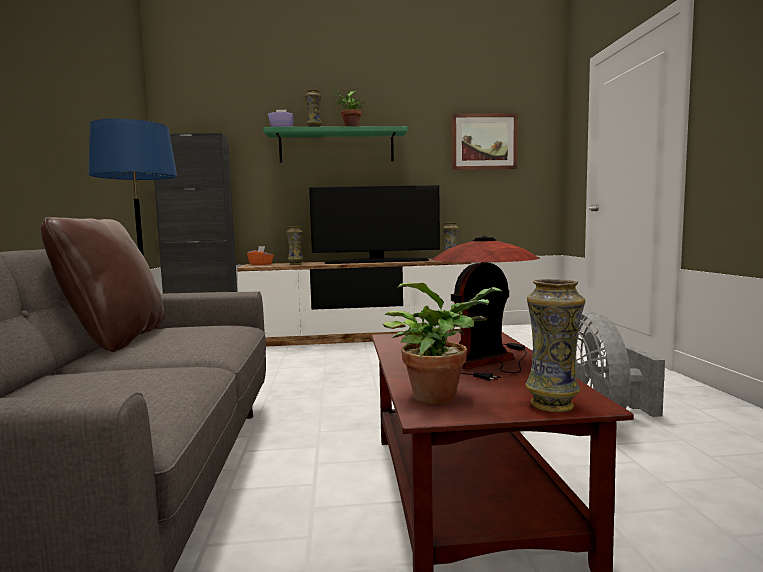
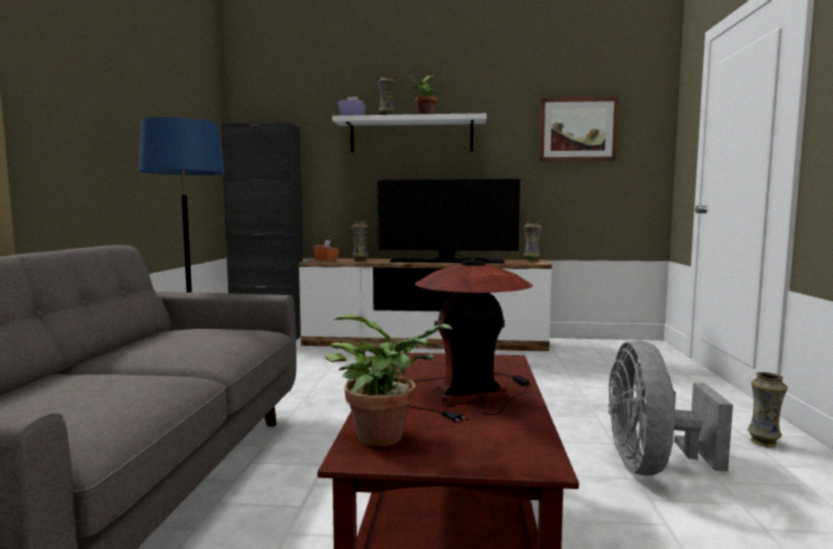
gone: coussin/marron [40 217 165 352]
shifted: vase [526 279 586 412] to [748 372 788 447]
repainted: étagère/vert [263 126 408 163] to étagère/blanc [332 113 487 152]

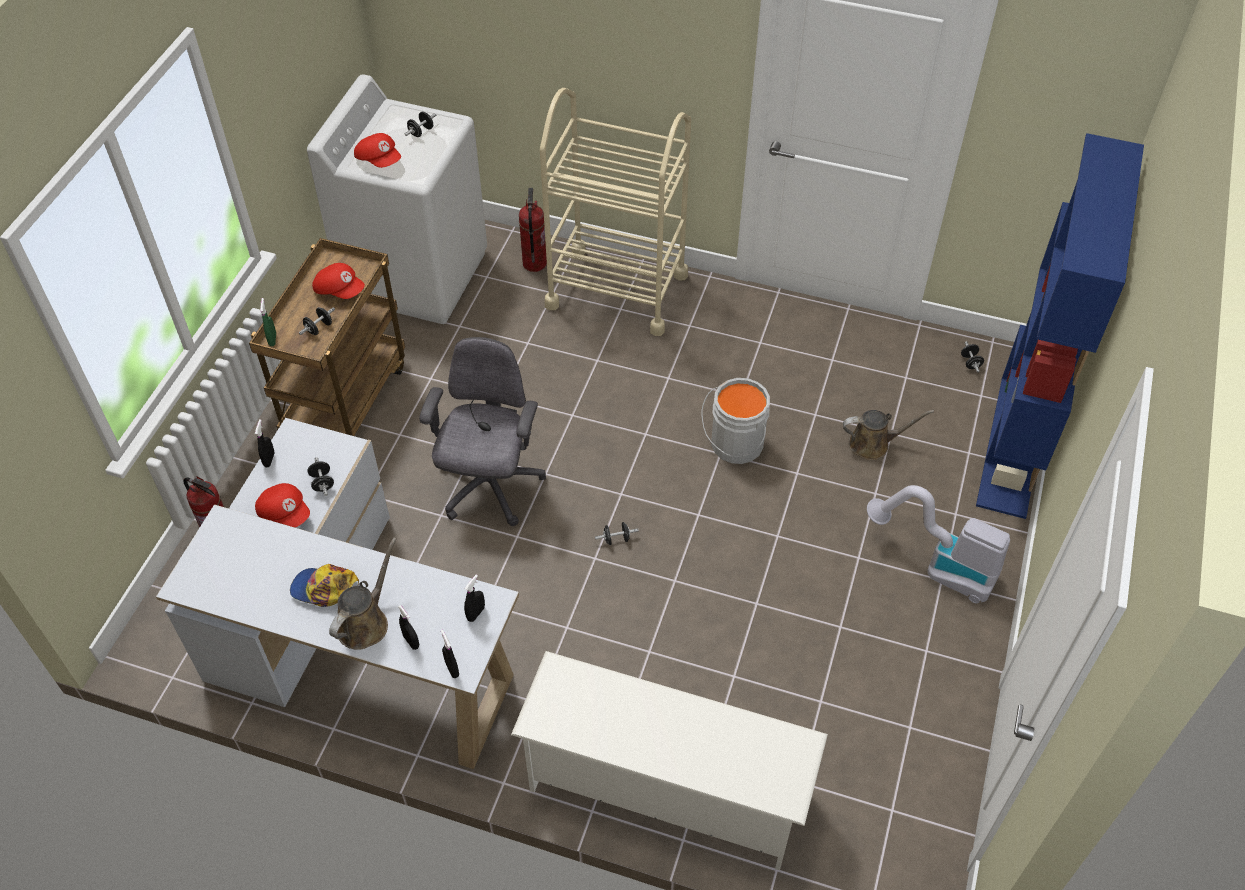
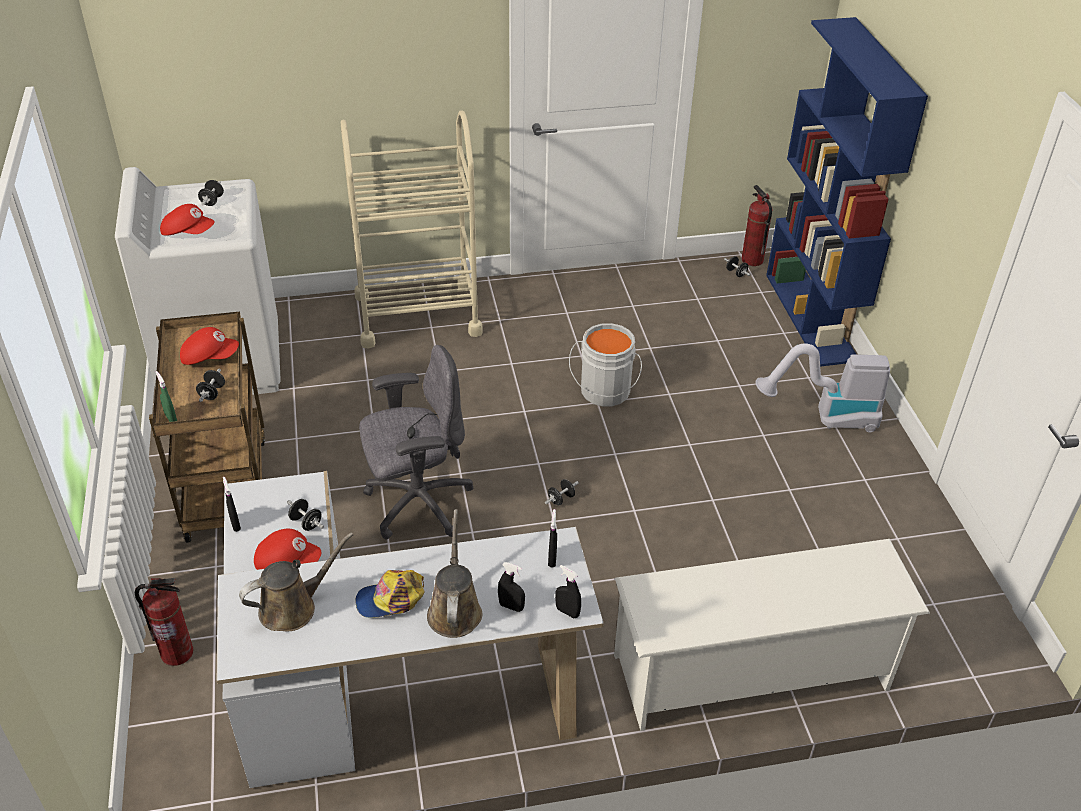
shifted: extincteur [519 188 547 272] to [741 185 773 266]; arrosoir/marron [843 410 934 460] to [239 532 353 631]
rotated: chaise de bureau/gris [419 337 546 526] = [359 345 473 540] 90 degrees clockwise

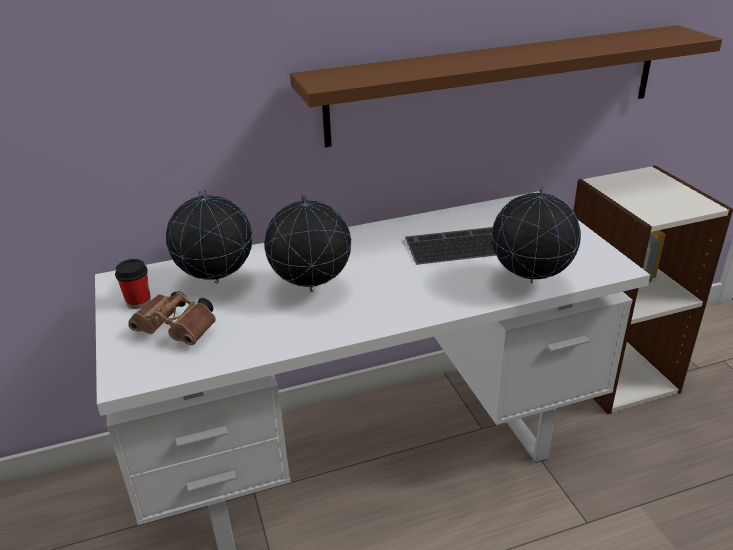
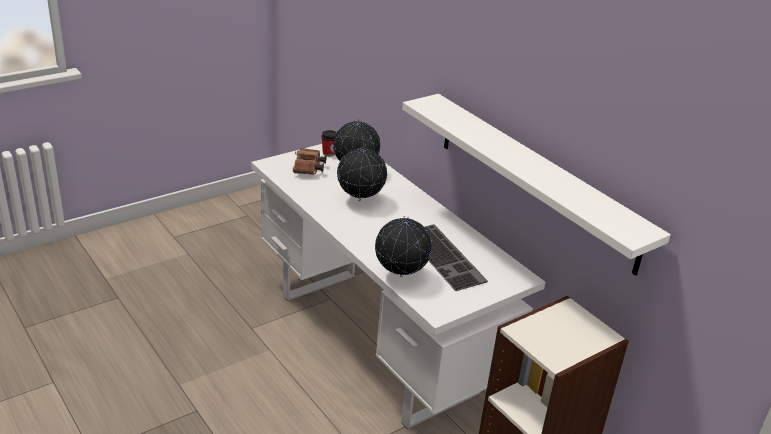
repainted: étagère/marron [290 25 722 147] to étagère/blanc [402 94 671 276]

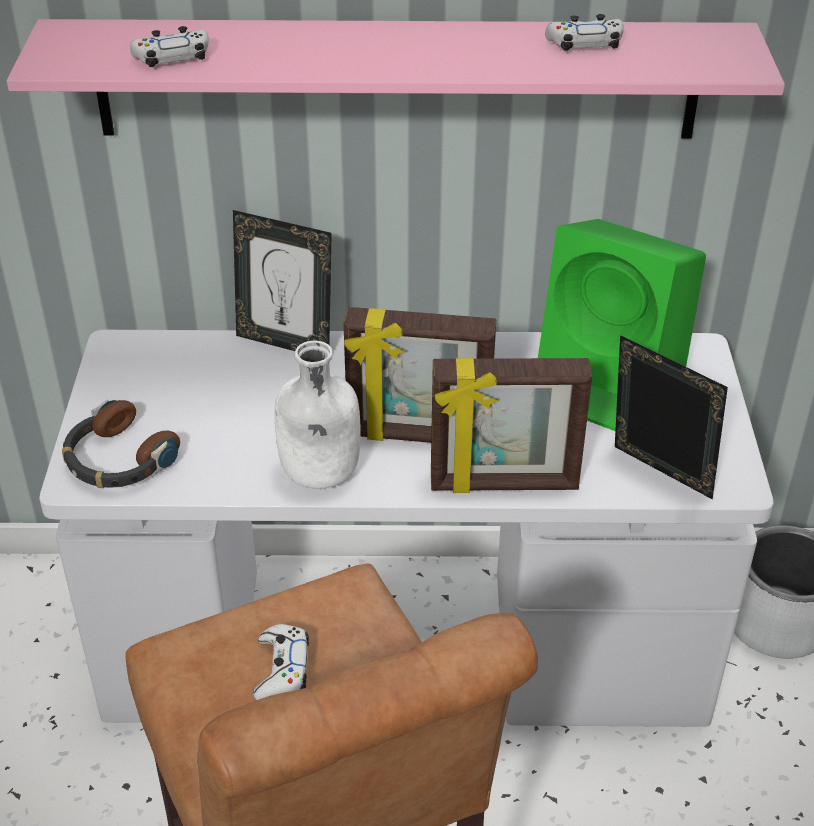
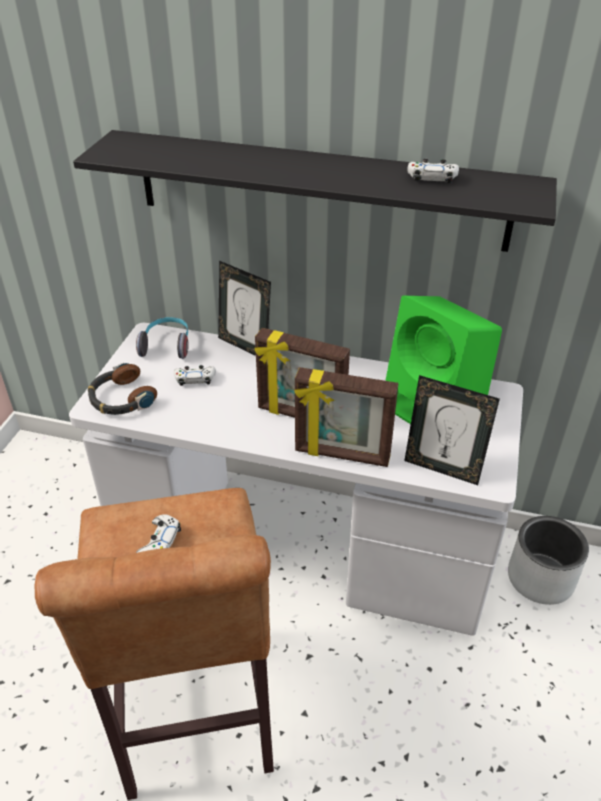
gone: bouteille/blanc [275 341 361 489]
new: casque audio [136 317 189 359]
shifted: manette/blanc [130 26 209 67] to [174 365 216 386]
repainted: étagère/rose [7 19 785 139] to étagère/noir [73 130 557 252]
rotated: cadre photo [615 335 728 499] = [404 375 500 485] 150 degrees clockwise

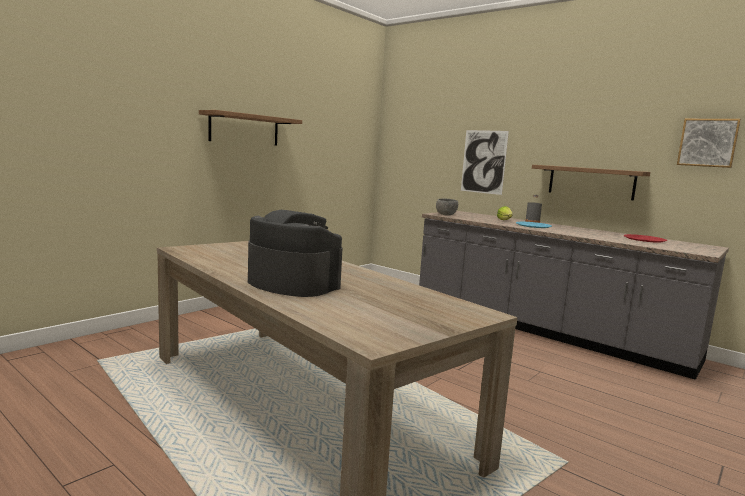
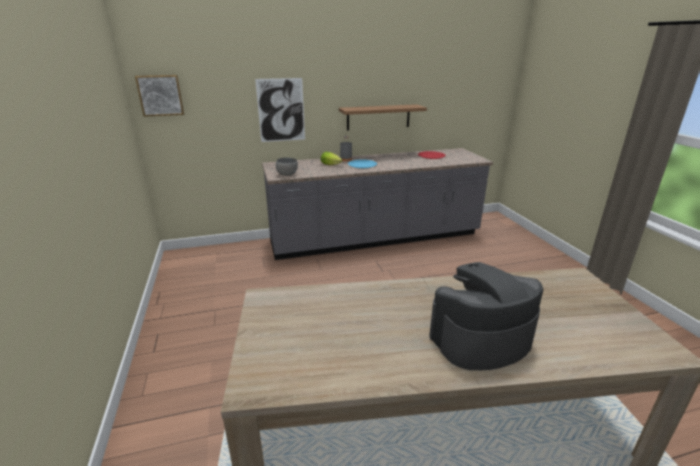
gone: étagère [199 110 302 146]
shifted: tableau [677 119 741 168] to [135 75 184 117]

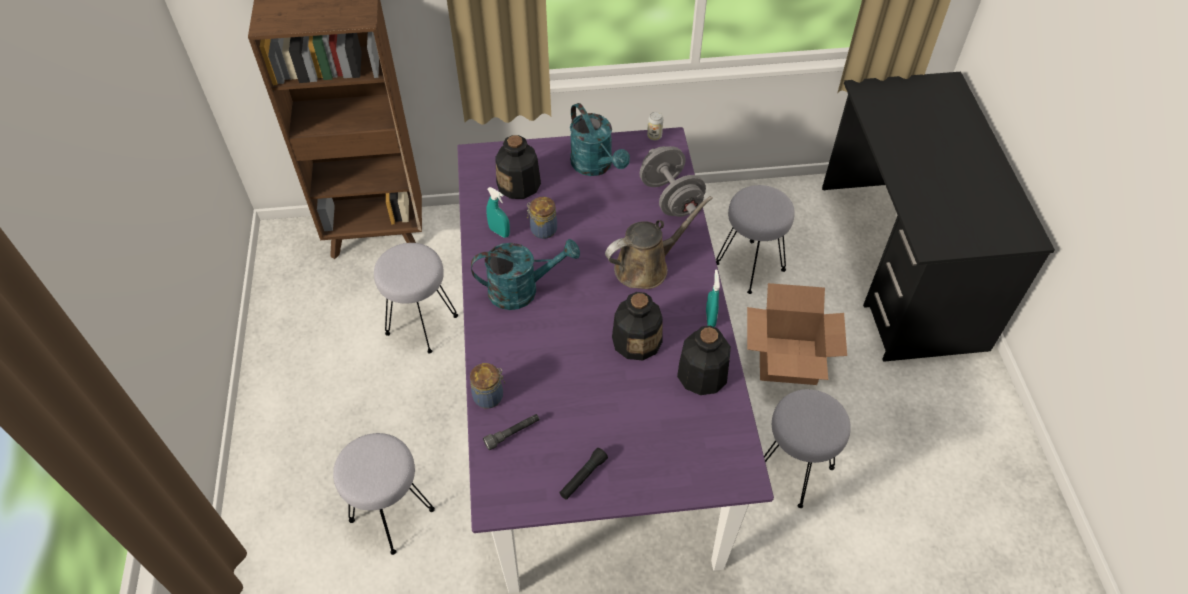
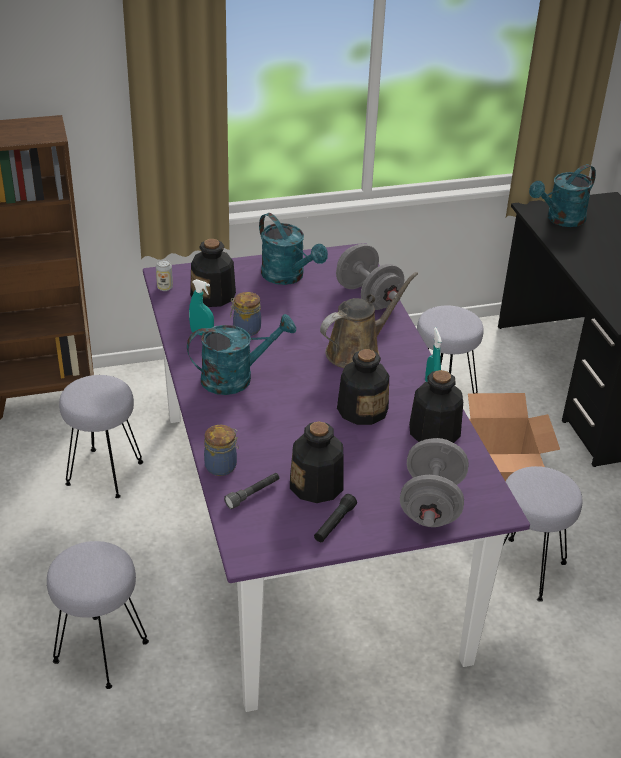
new: arrosoir/turquoise [529 164 596 227]; bouteille [290 421 343 503]; haltère/gris [400 438 469 527]
shifted: boîte métallique [647 112 663 140] to [156 260 173 291]

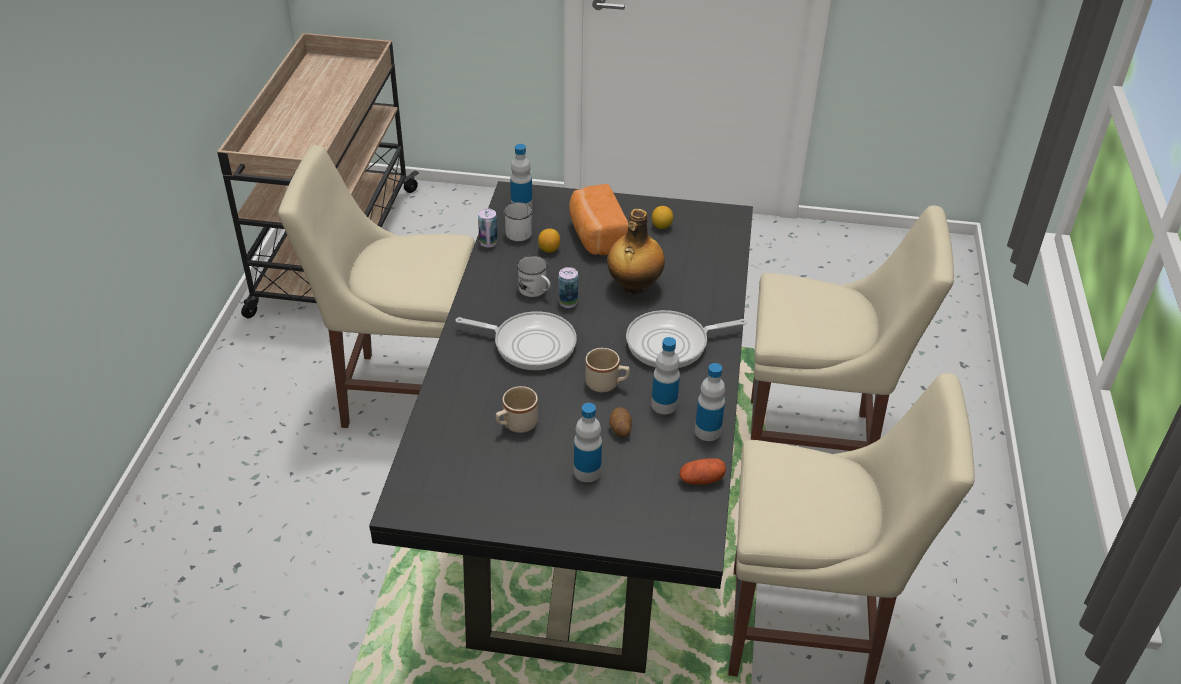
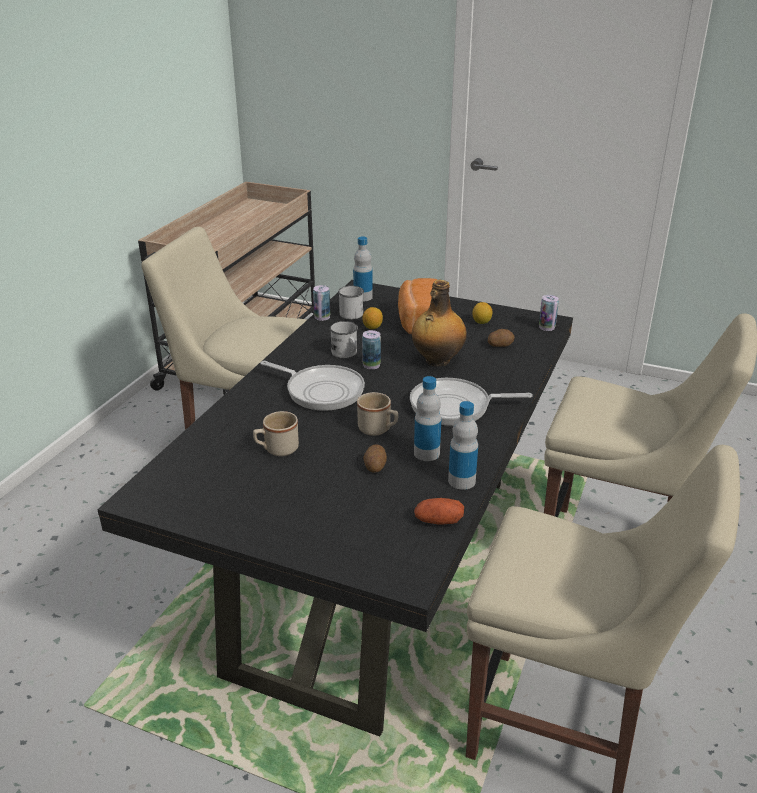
gone: bouteille [574 403 602 482]
new: boîte métallique [539 295 559 331]; pomme de terre [488 329 515 347]

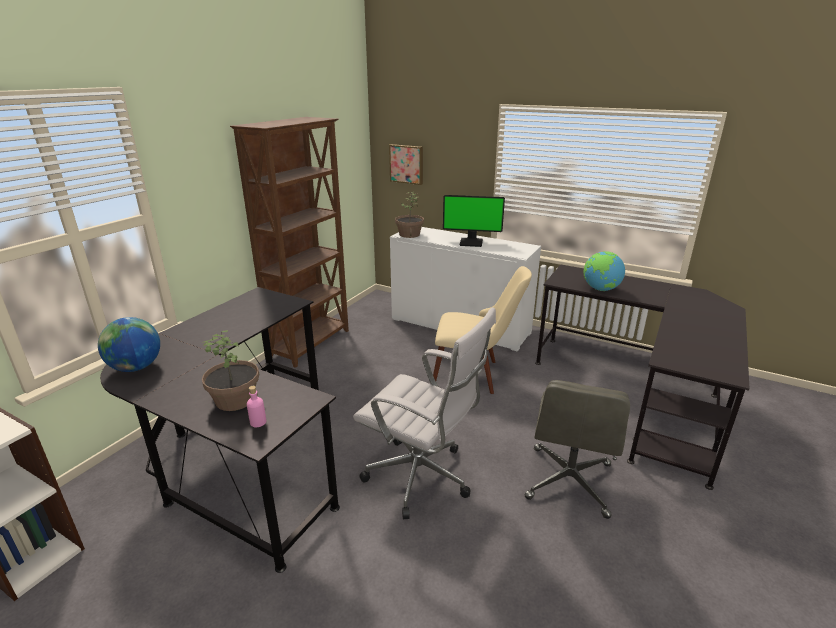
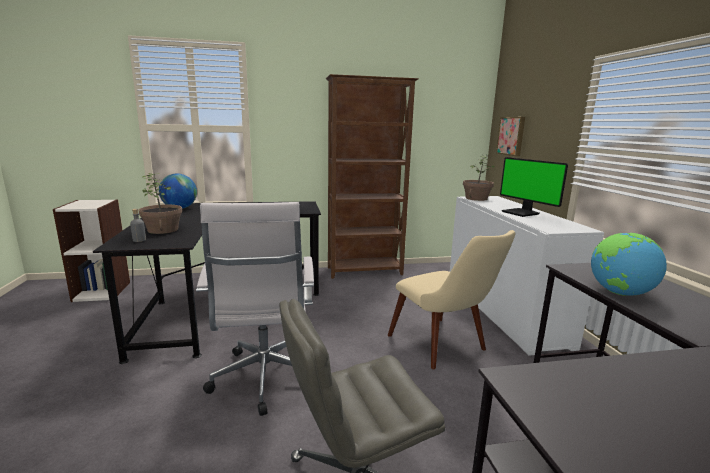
repainted: bouteille/rose [247 386 266 427] to bouteille/gris [130 209 146 242]

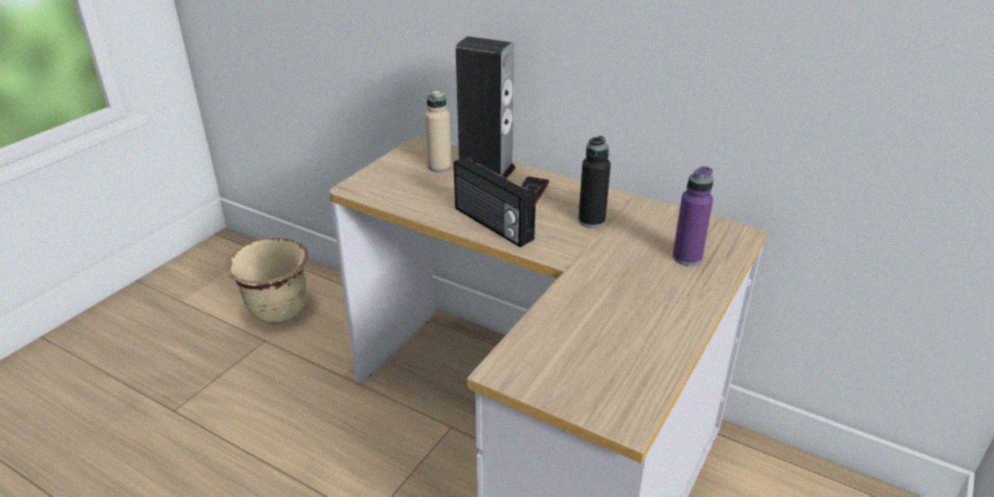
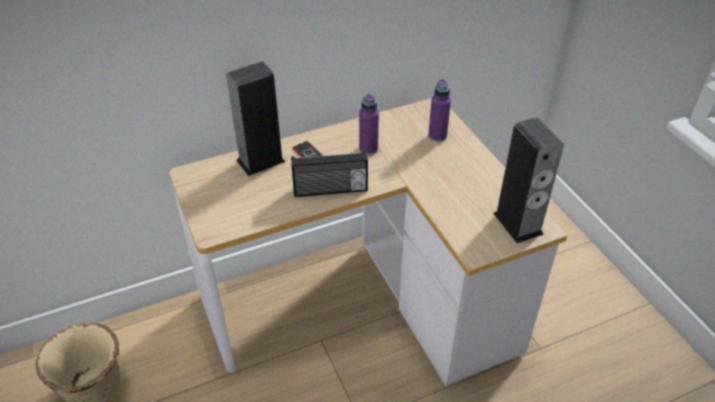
gone: bouteille/beige [425 89 452 172]
new: enceinte [494 117 564 243]
repainted: bouteille/noir [578 136 611 228] to bouteille/violet [359 93 379 155]

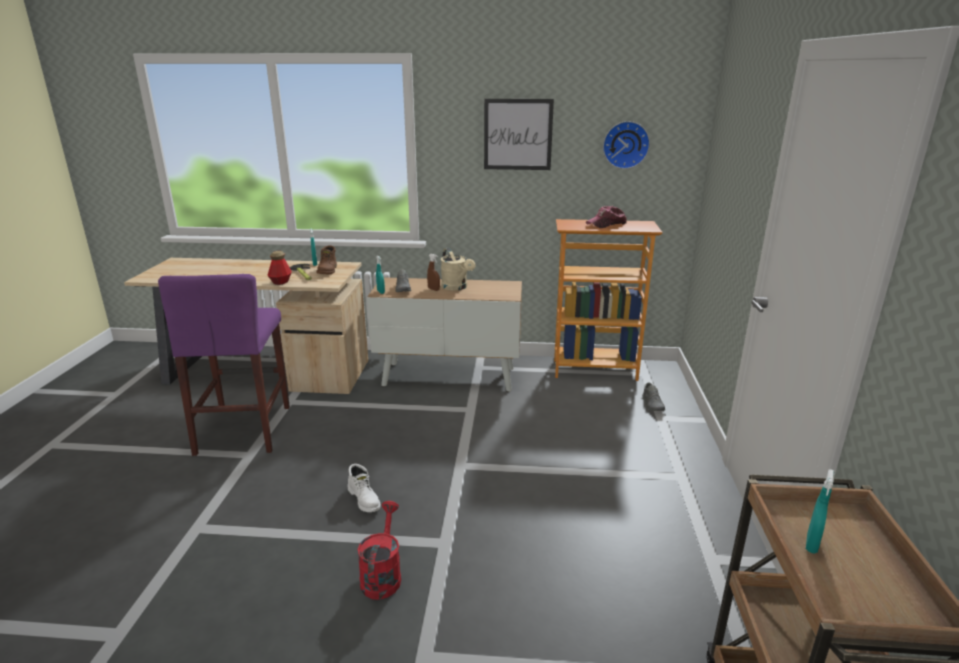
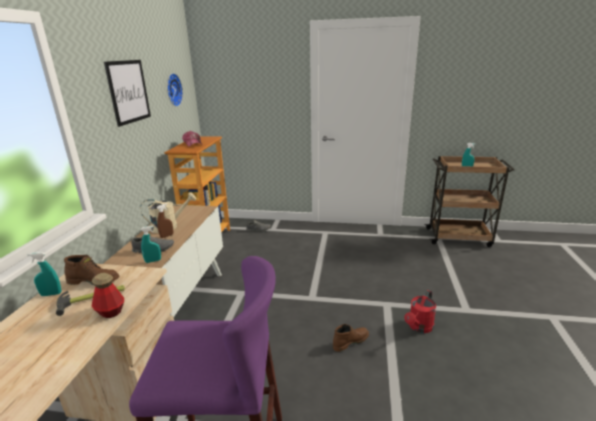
repainted: botte/blanc [348 464 380 512] to botte/marron [333 324 369 352]
rotated: arrosoir/rouge [357 501 401 600] = [404 290 436 333] 60 degrees counterclockwise

